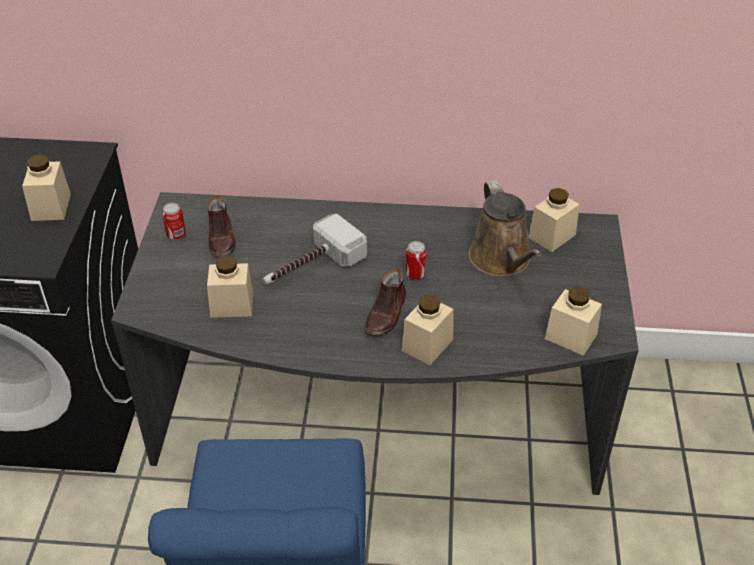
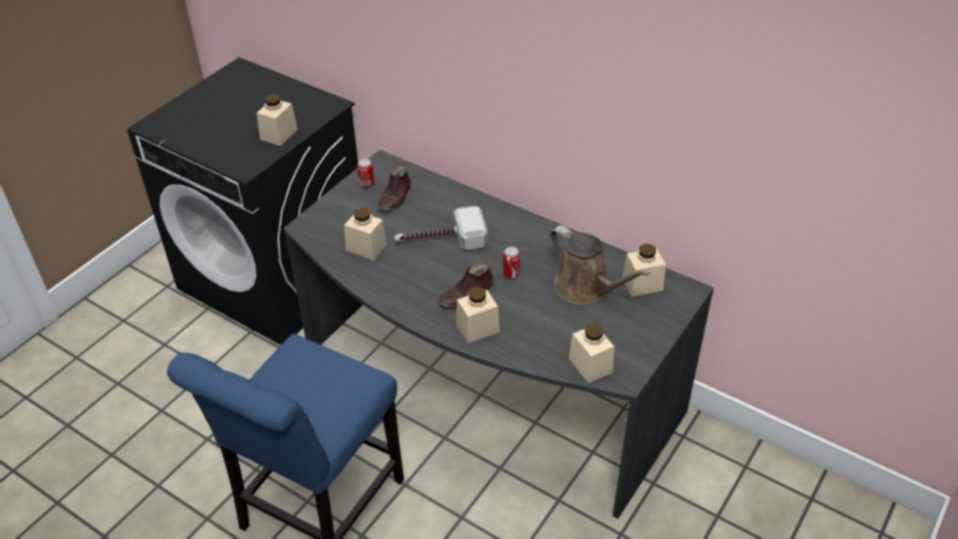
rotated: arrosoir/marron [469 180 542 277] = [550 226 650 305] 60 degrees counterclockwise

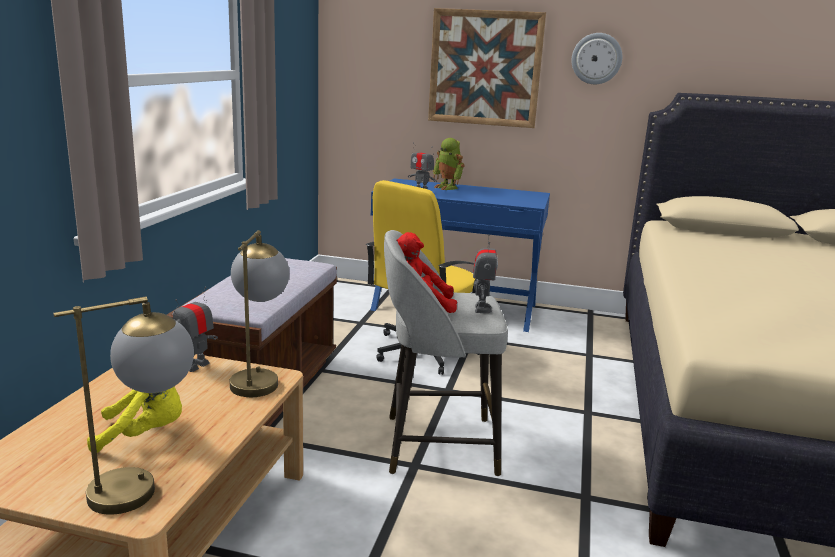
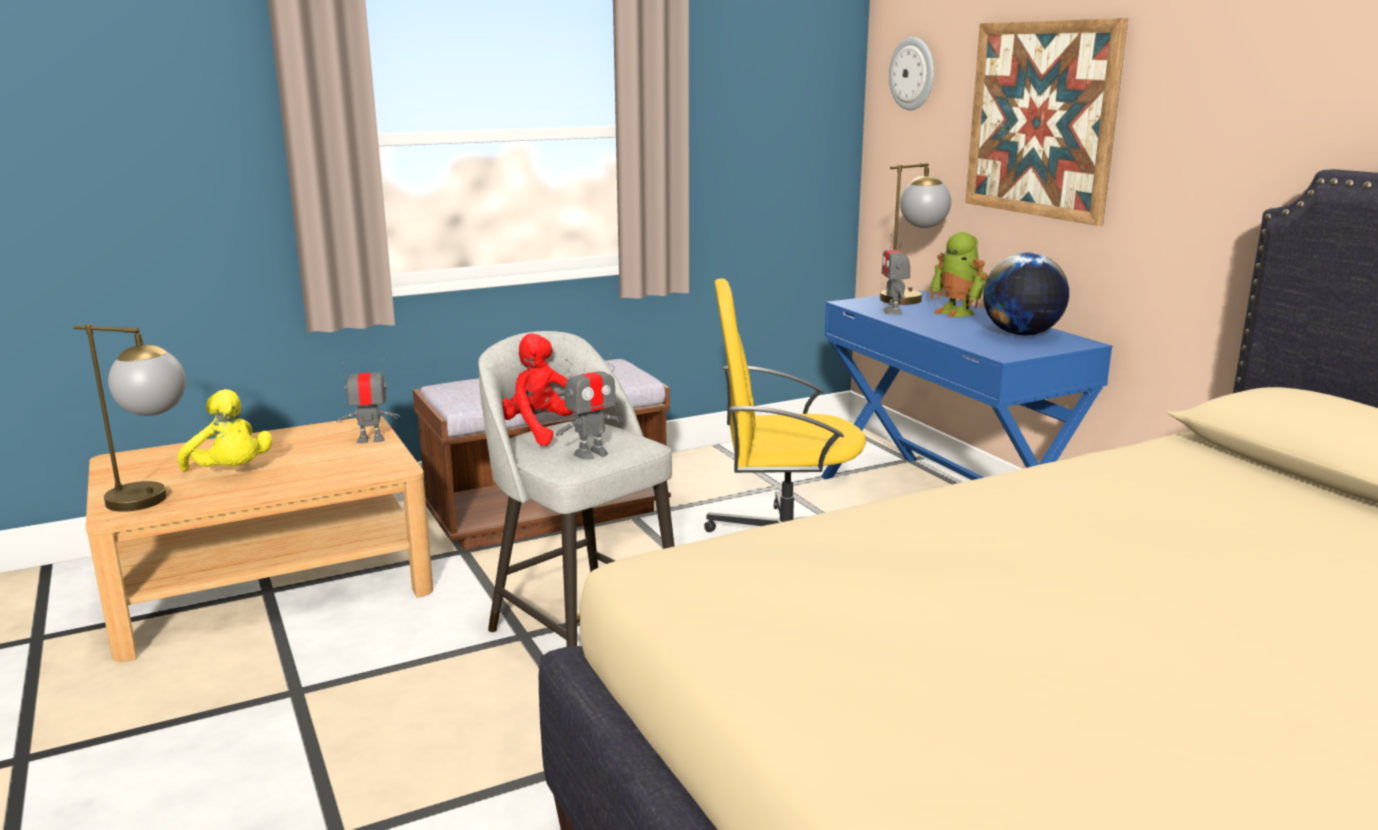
new: globe [983 253 1069 336]
shifted: horloge murale [572 33 622 84] to [889 37 934 110]; lampe de table [230 230 289 397] to [880 163 951 305]
rotated: robot jouet [433 138 465 190] = [930 232 988 317] 45 degrees counterclockwise

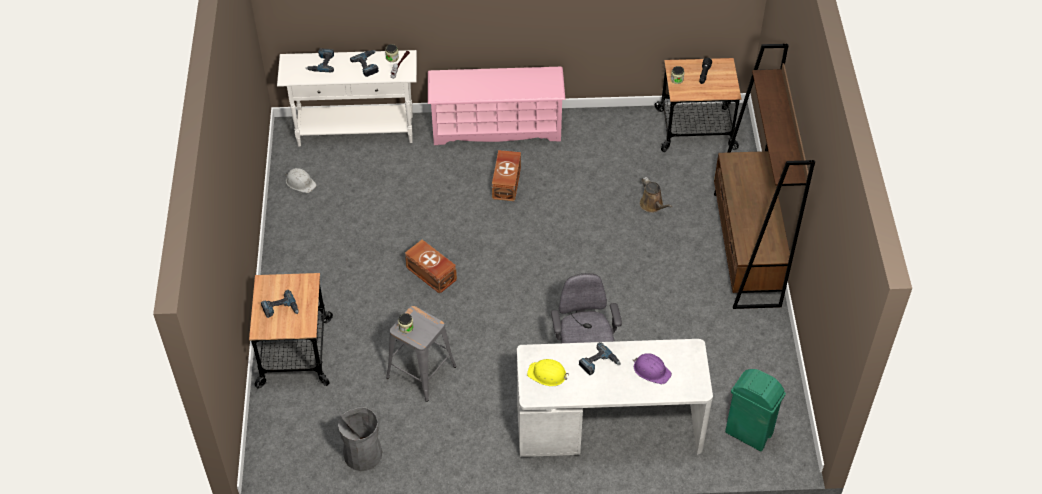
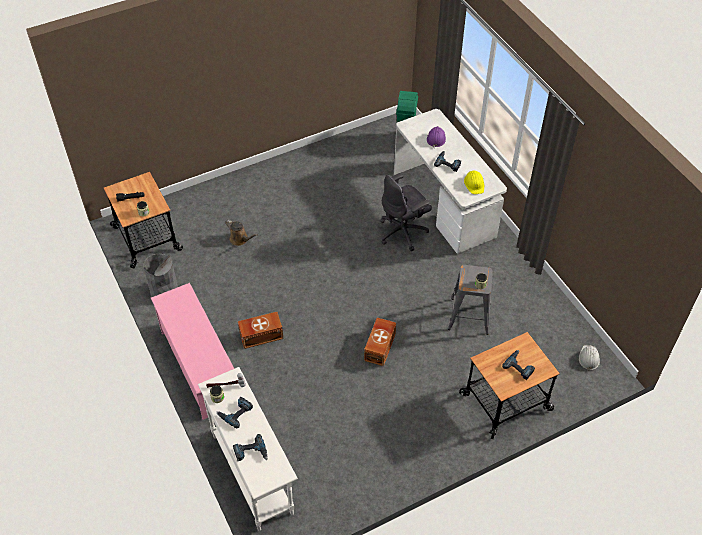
gone: bibliothèque/marron [714 44 815 309]
shifted: casque de chantier/blanc [285 168 317 193] to [579 345 600 371]; poubelle/gris [338 407 382 471] to [143 254 178 297]
rotated: arrosoir/marron [640 177 672 213] = [225 220 258 246] 90 degrees clockwise

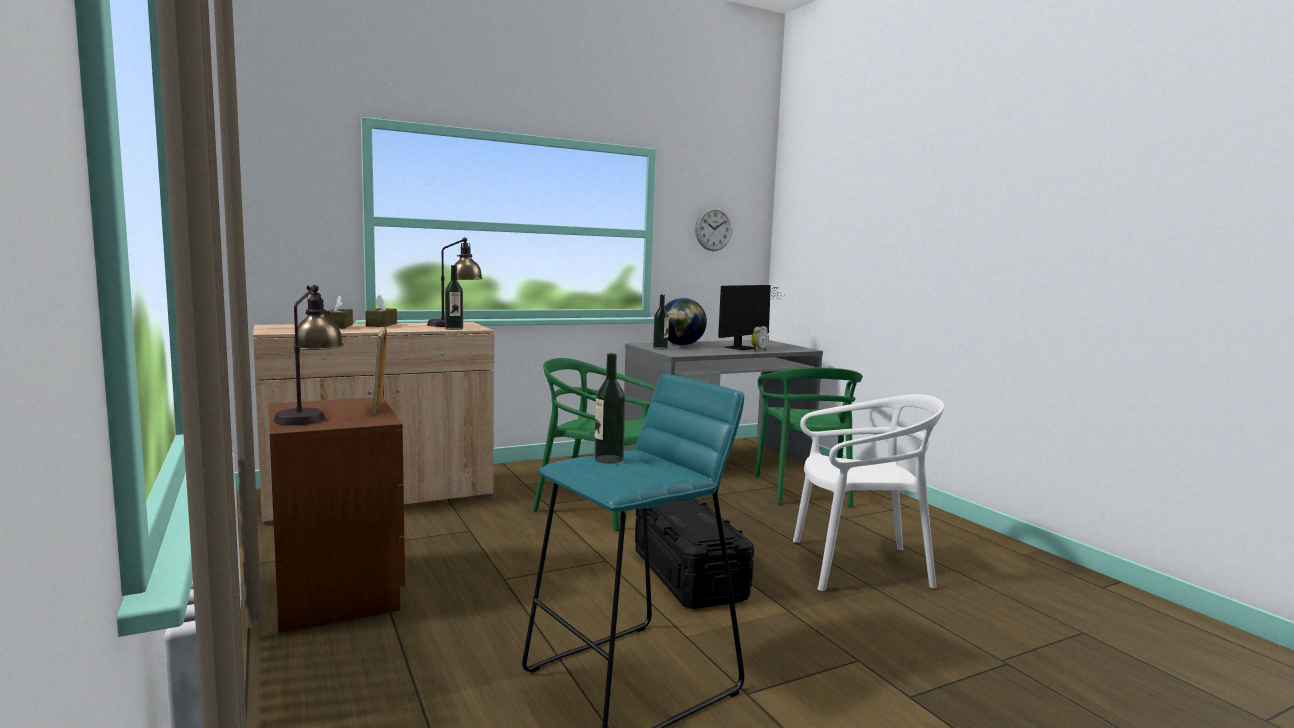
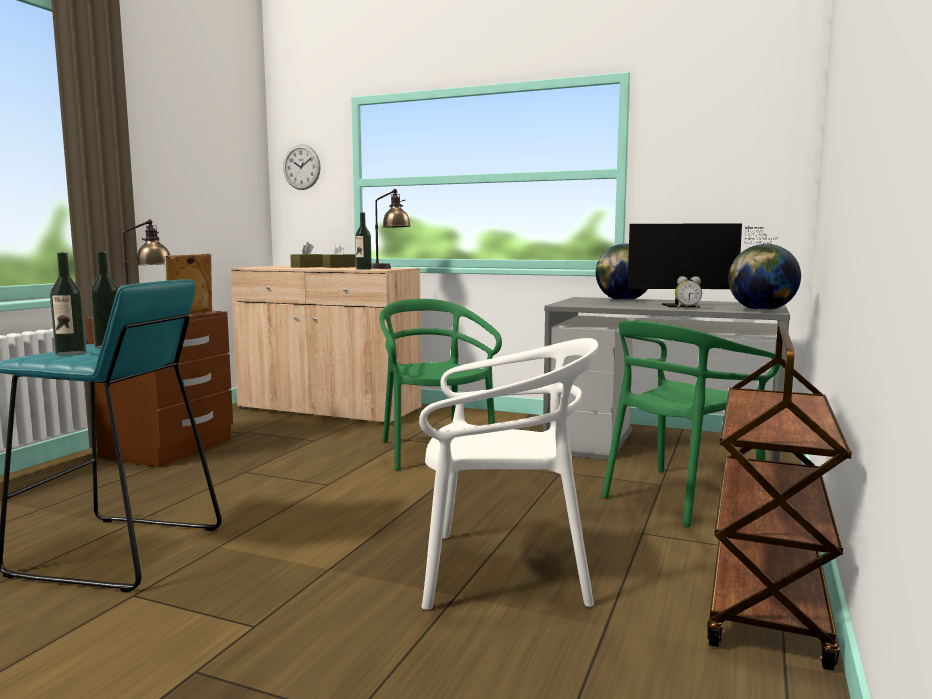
gone: boîte de rangement/noir [635 498 754 609]
new: globe [728 244 801 311]; chariot/marron [707 322 852 671]
shifted: horloge murale [695 207 733 251] to [283 145 321 190]; bouteille [653 295 669 349] to [50 253 87 356]
rotated: chaise/blanc [793 394 944 591] = [419 338 598 610] 45 degrees counterclockwise

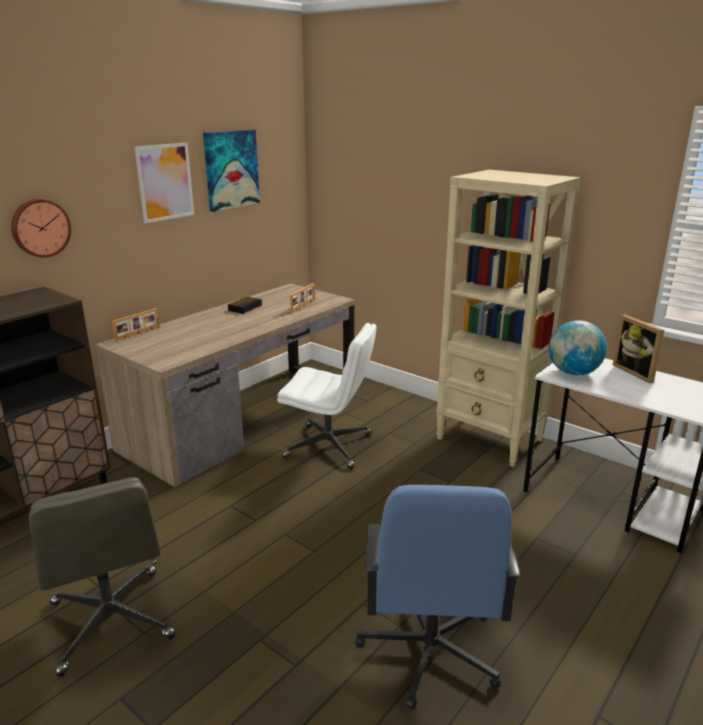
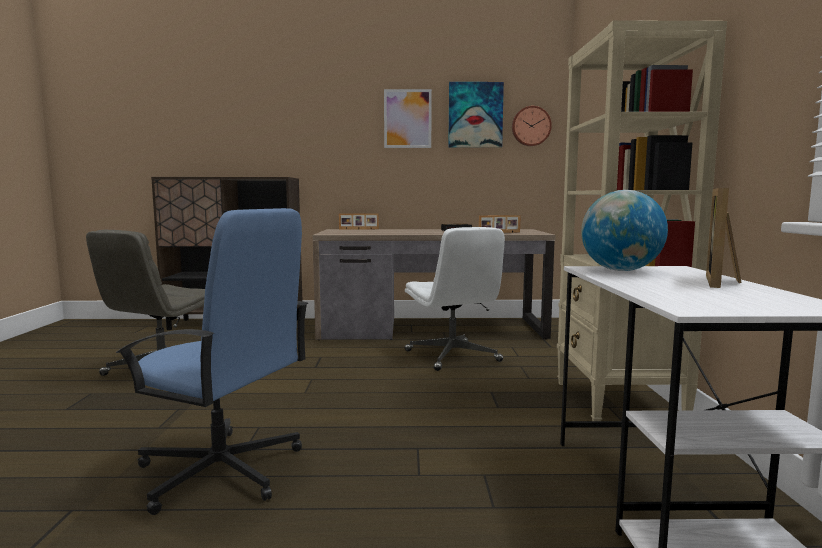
shifted: horloge murale [11 199 71 258] to [512 106 552 146]
rotated: chaise de bureau/bleu [355 485 520 710] = [116 208 308 515] 120 degrees counterclockwise

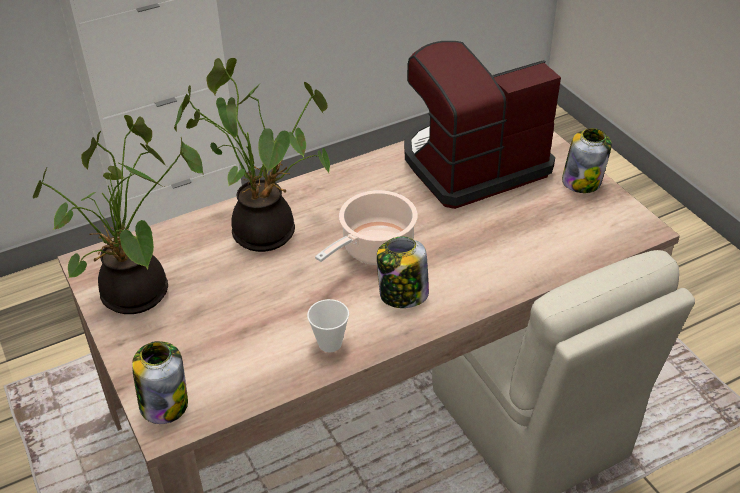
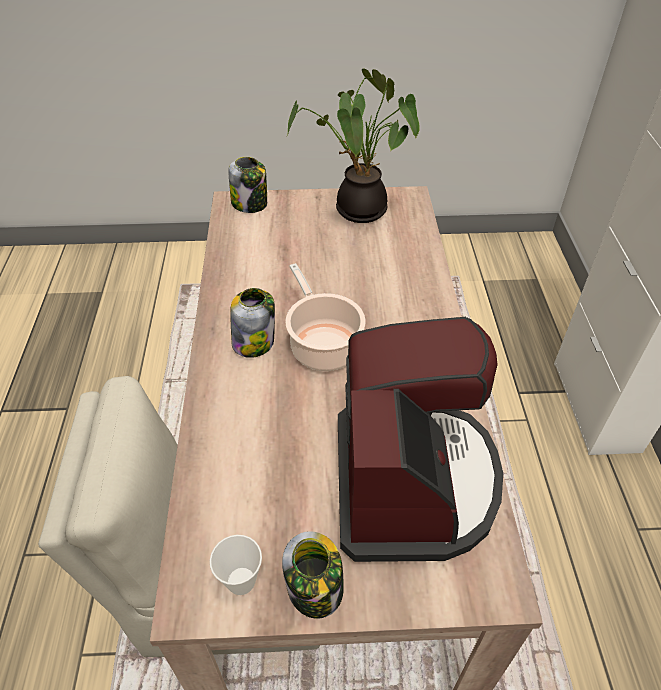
gone: plante en pot [174 58 330 252]
shifted: tasse [307 299 349 353] to [210 535 262 595]

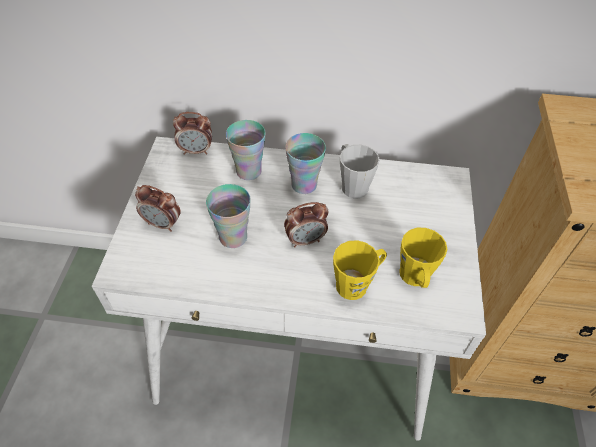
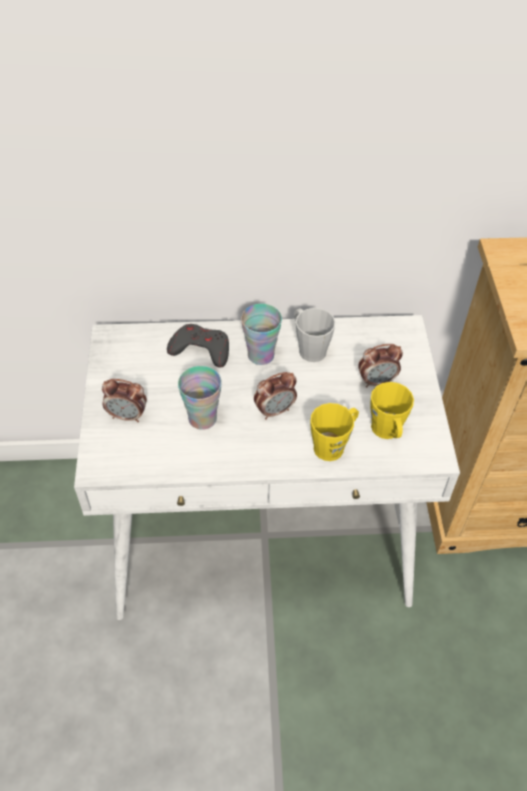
shifted: réveil [173 112 212 155] to [358 344 403 388]
swapped: tasse [226 120 266 180] to manette/gris [167 324 229 368]

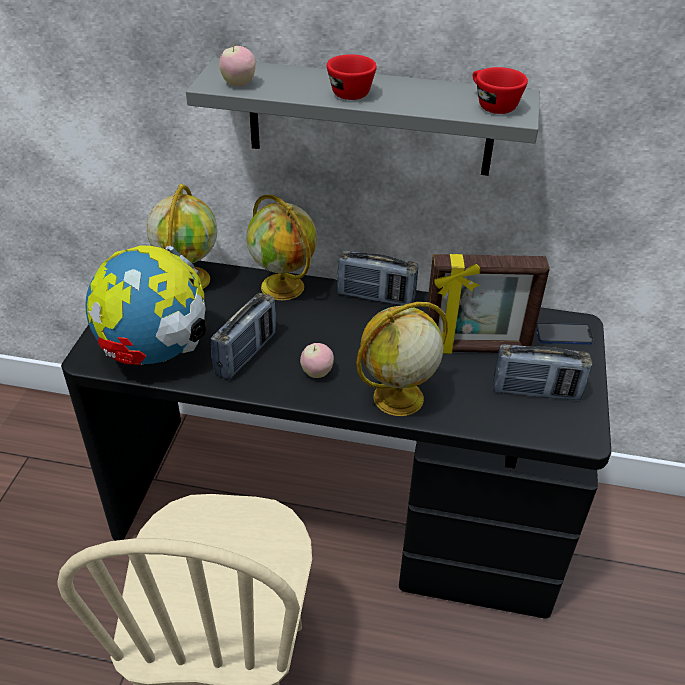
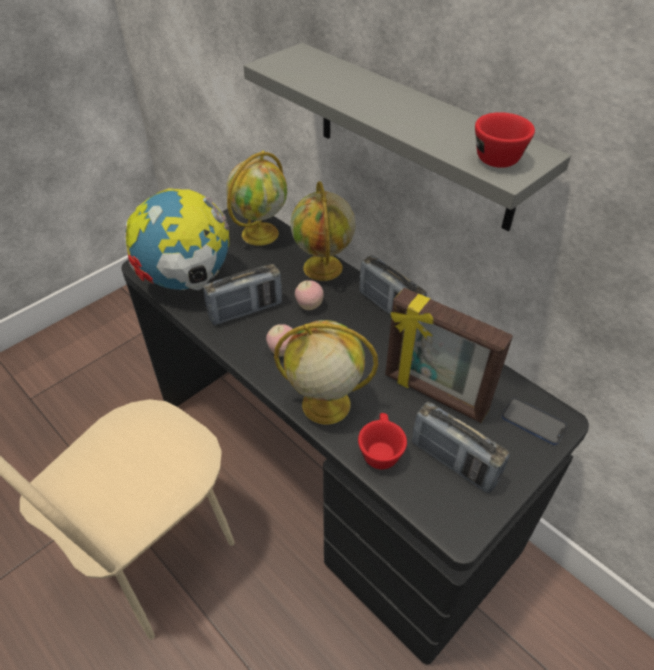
shifted: pomme [219 44 256 86] to [295 280 324 310]; tasse/rouge [327 54 377 100] to [358 413 407 469]

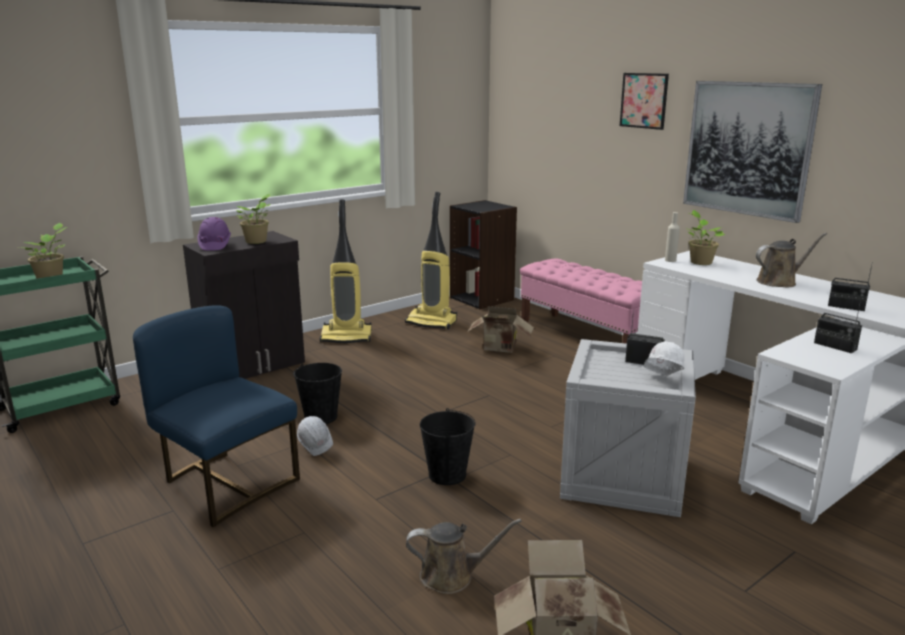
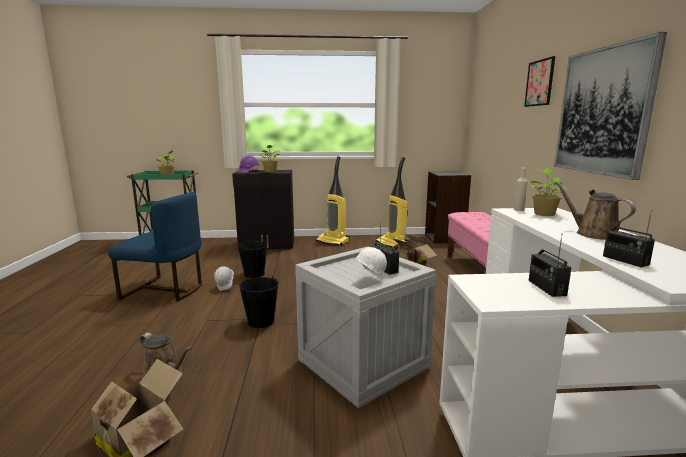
rotated: arrosoir/marron [756 233 827 287] = [554 181 636 240] 135 degrees counterclockwise; chaise/bleu [133 305 300 527] = [108 192 202 301] 120 degrees clockwise

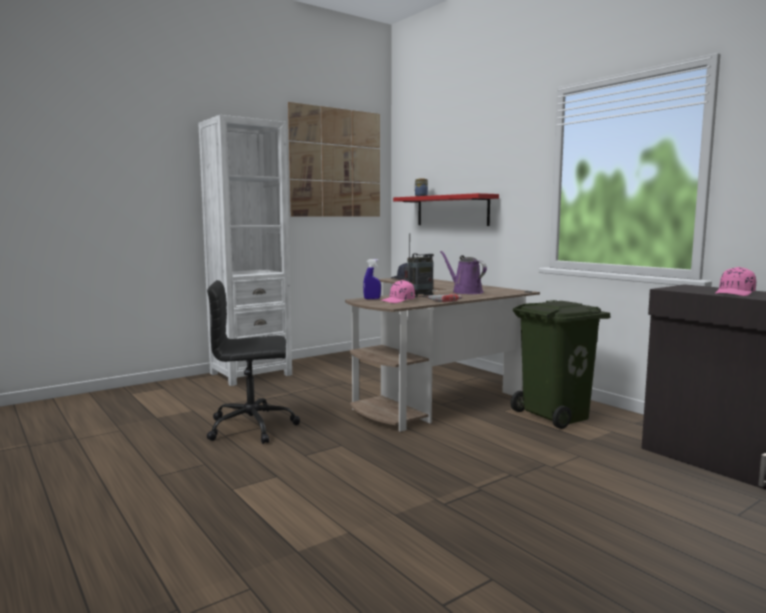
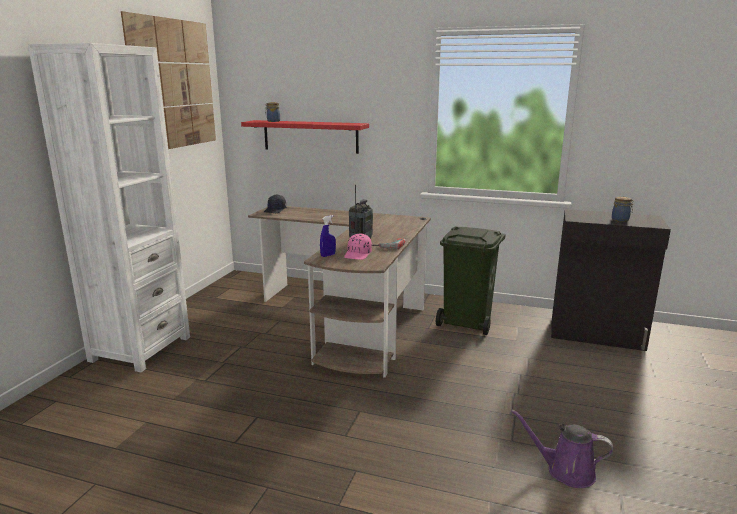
gone: chaise de bureau/noir [207 280 300 444]
shifted: arrosoir/violet [440 251 487 294] to [511 409 613 488]
swapped: casquette/rose [715 267 756 296] to bocal [612 197 634 222]

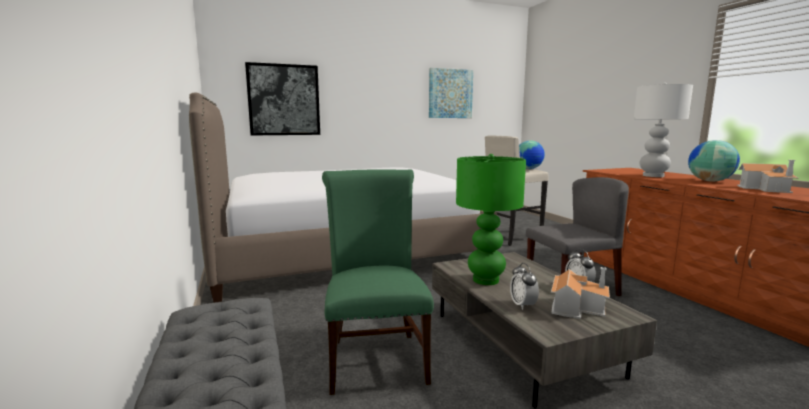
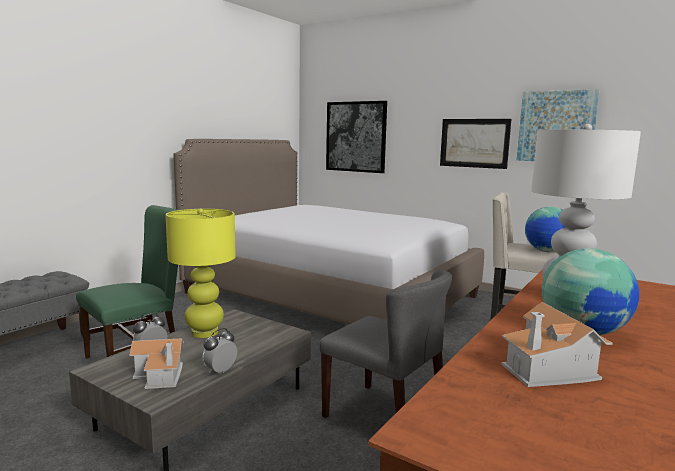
new: tableau [440 119 511 169]
repainted: lampe de table/vert [456 154 526 285] to lampe de table/jaune [166 208 236 338]

